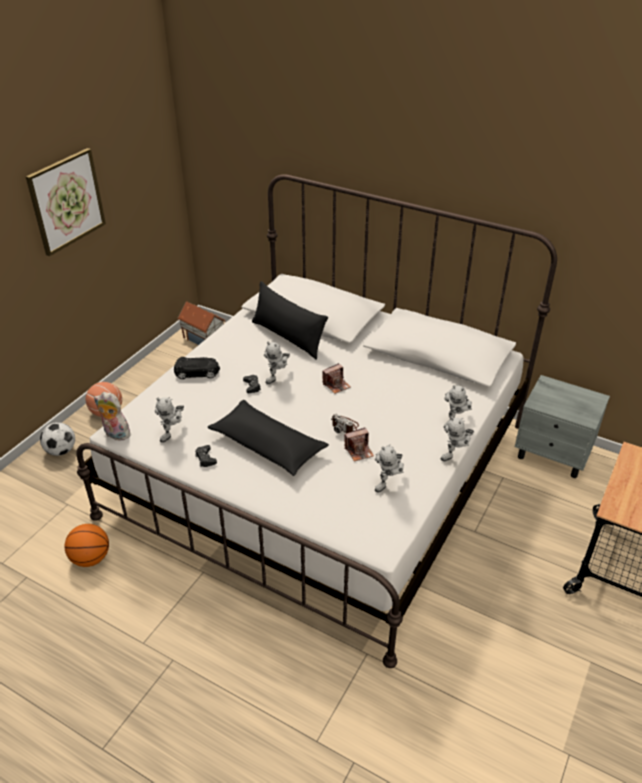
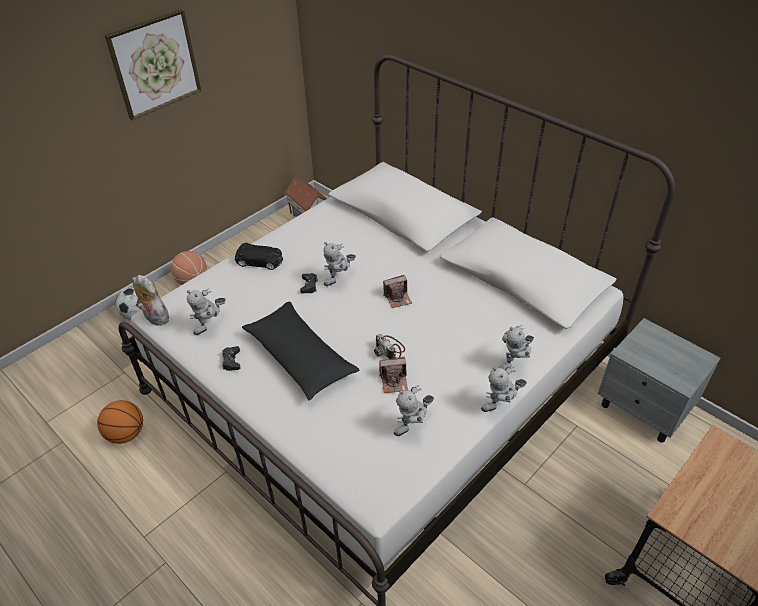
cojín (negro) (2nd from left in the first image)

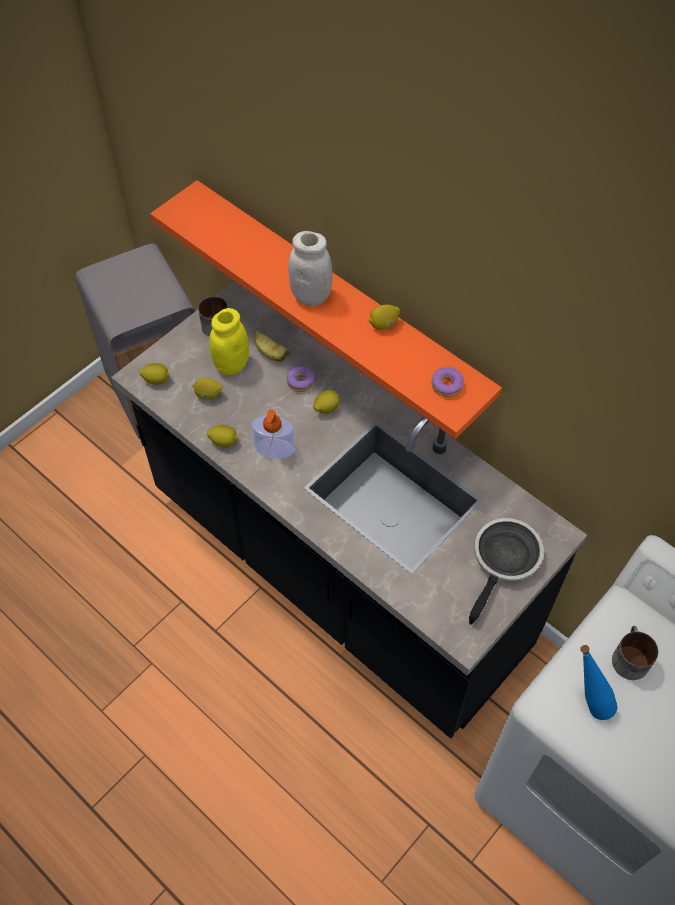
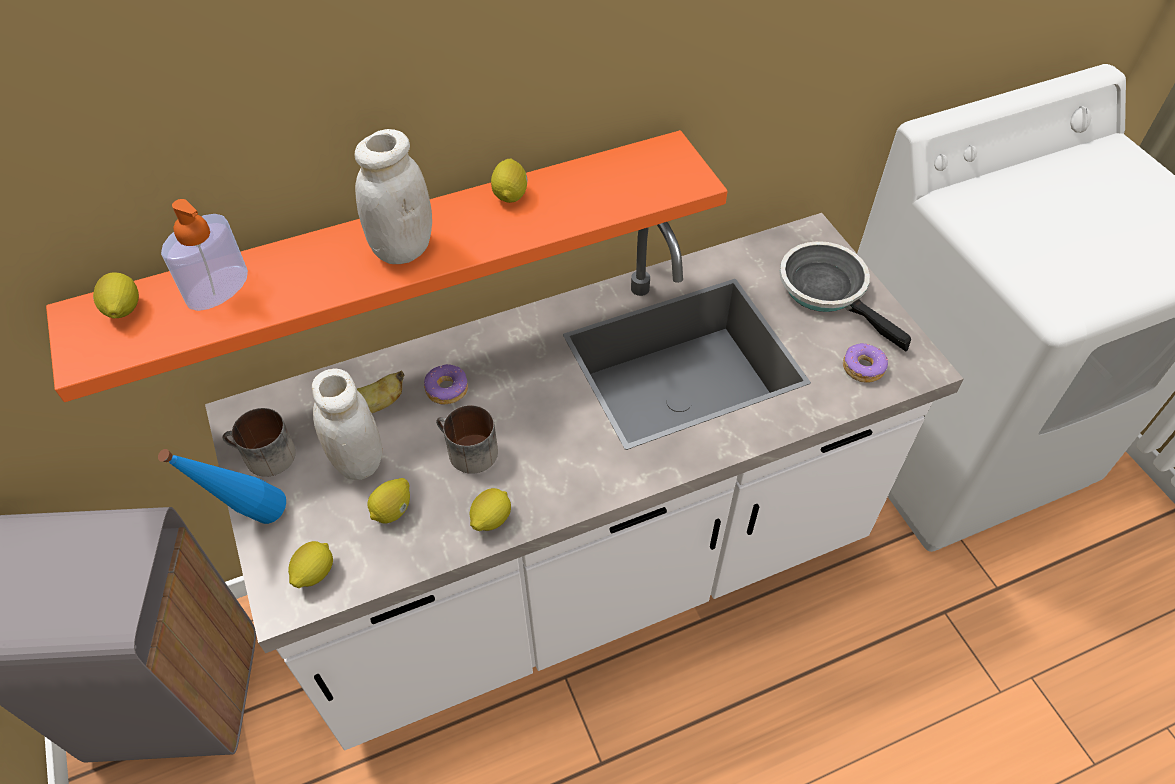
limón (1st from left); botella (azul); dispensador de jabón; mueble bajo de cocina (blanco); tarro (blanco) (1st from left); taza grande (2nd from left); rosquilla (2nd from left)

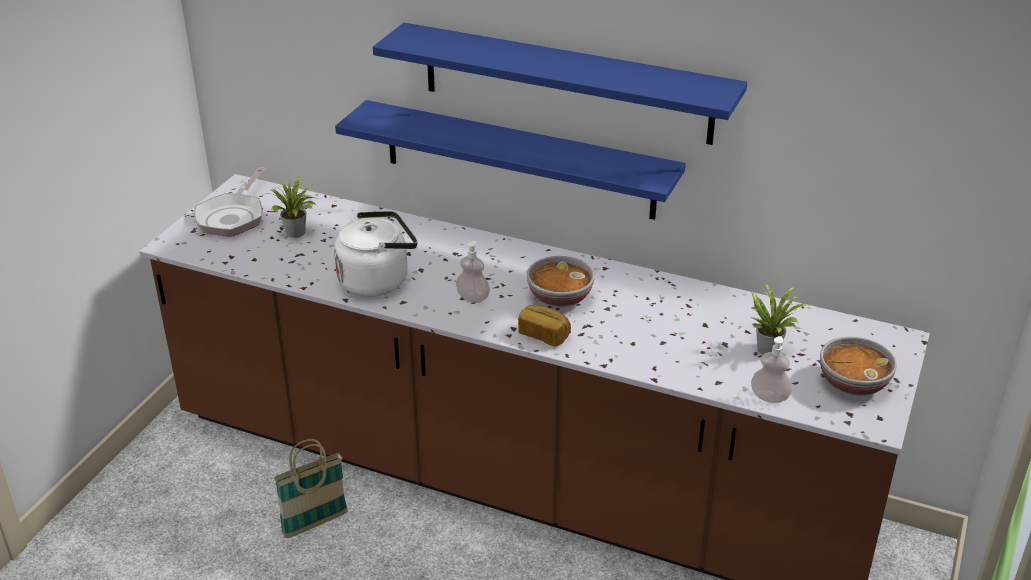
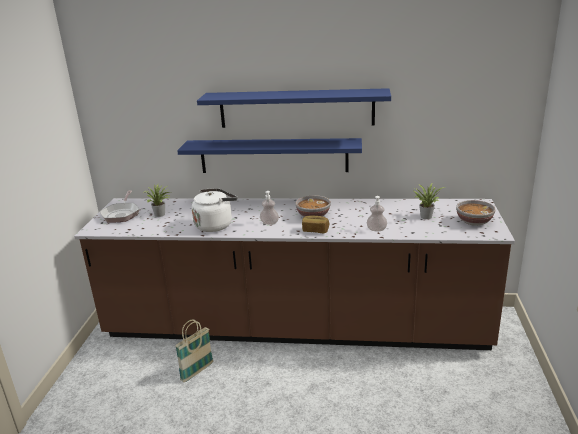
dispensador de jabón (2nd from left)

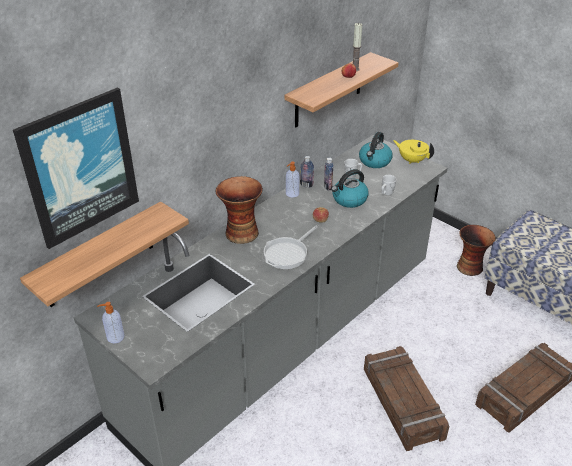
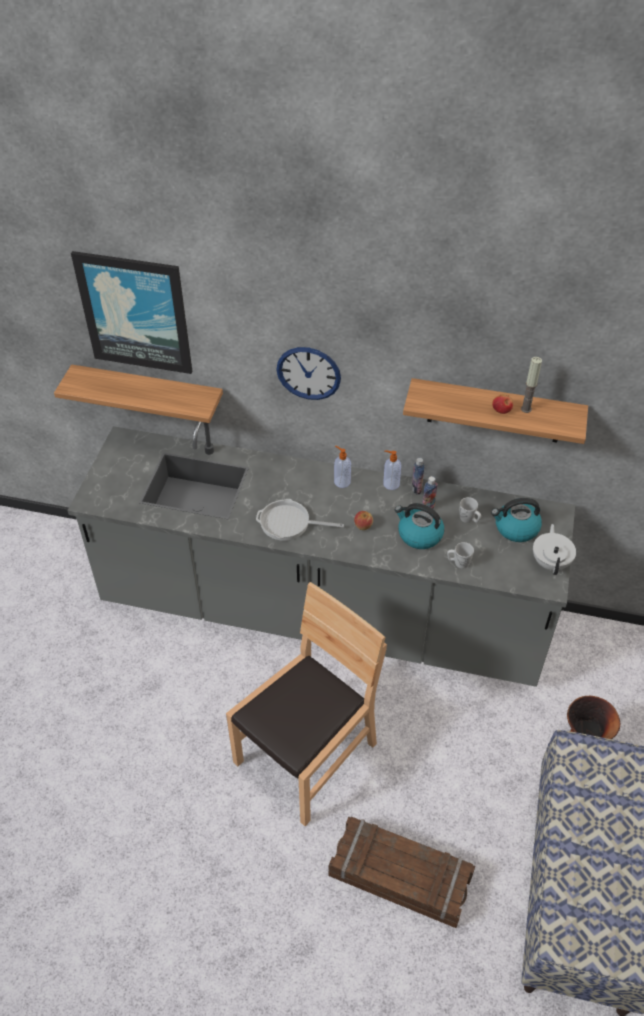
silla (marrón); reloj de pared; dispensador de jabón (1st from left); tetera (blanco); florero (1st from left in the first image)

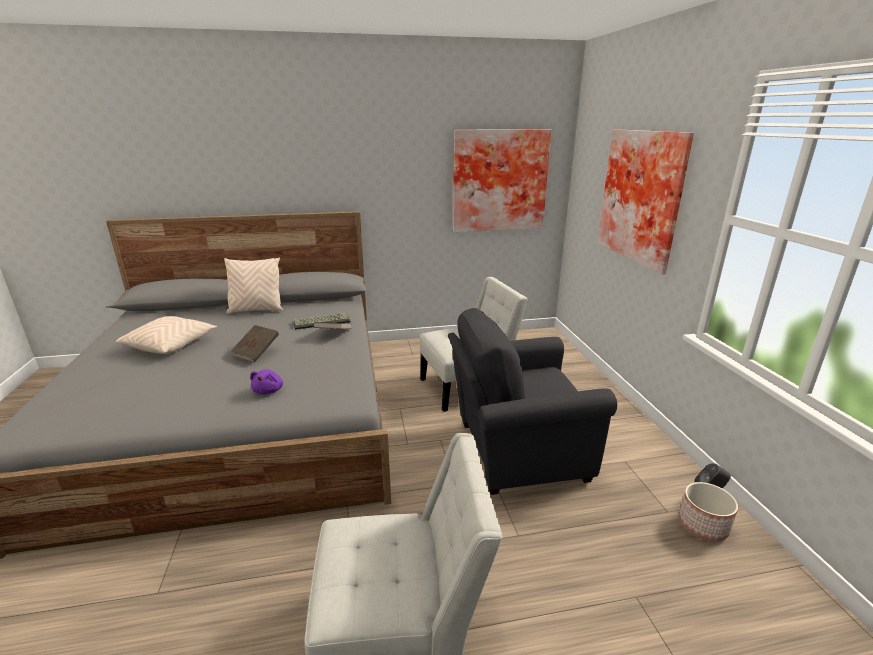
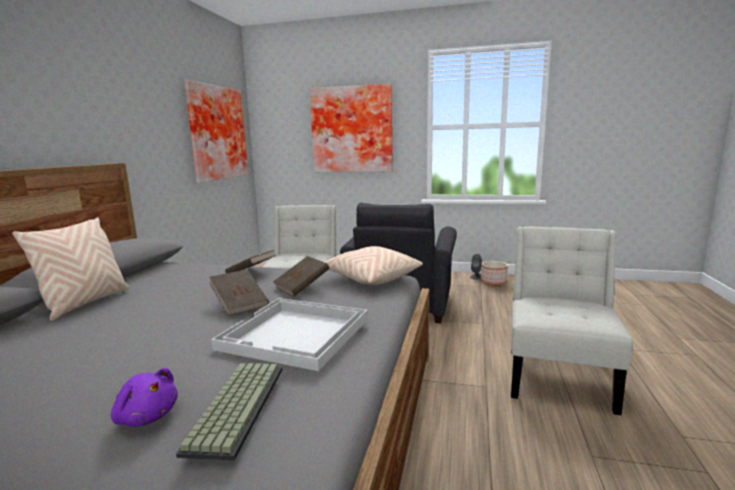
peluche (morado); teclado; bandeja (blanco); libro (marrón) (3rd from left); cojín (beis) (2nd from left)

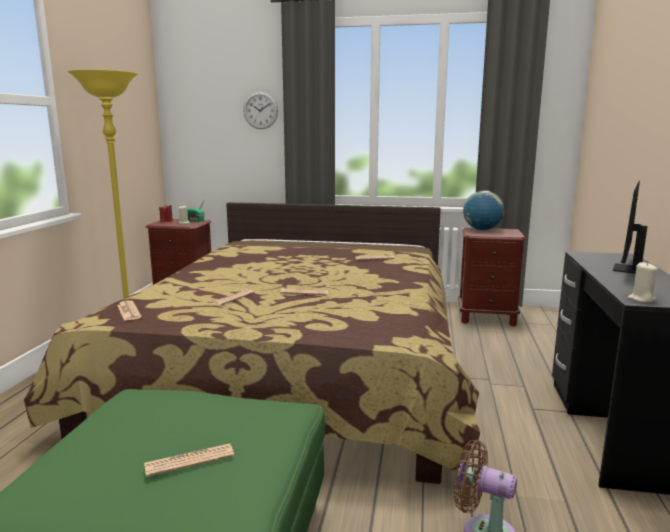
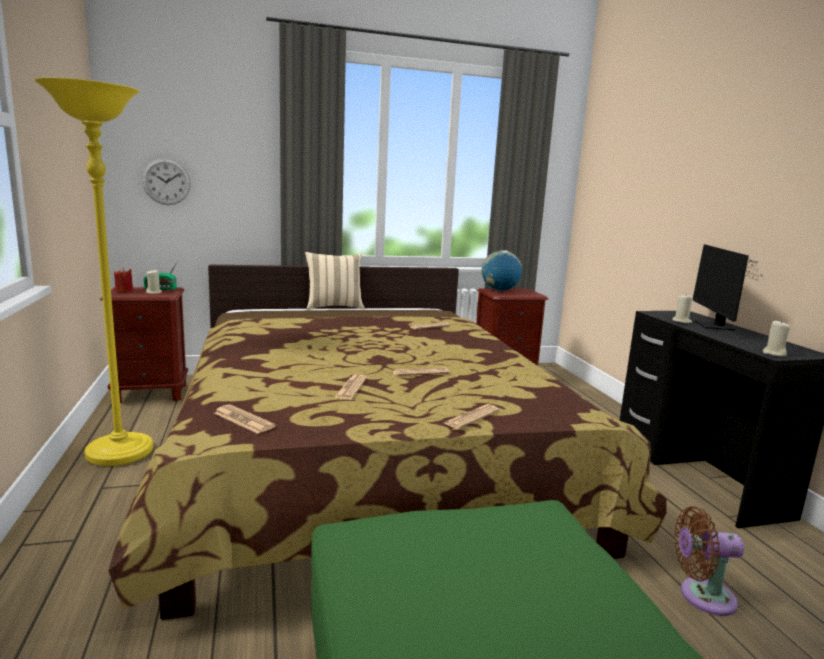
reloj de pared; cojín (beis); periódico (5th from left); vela (beis) (2nd from left)

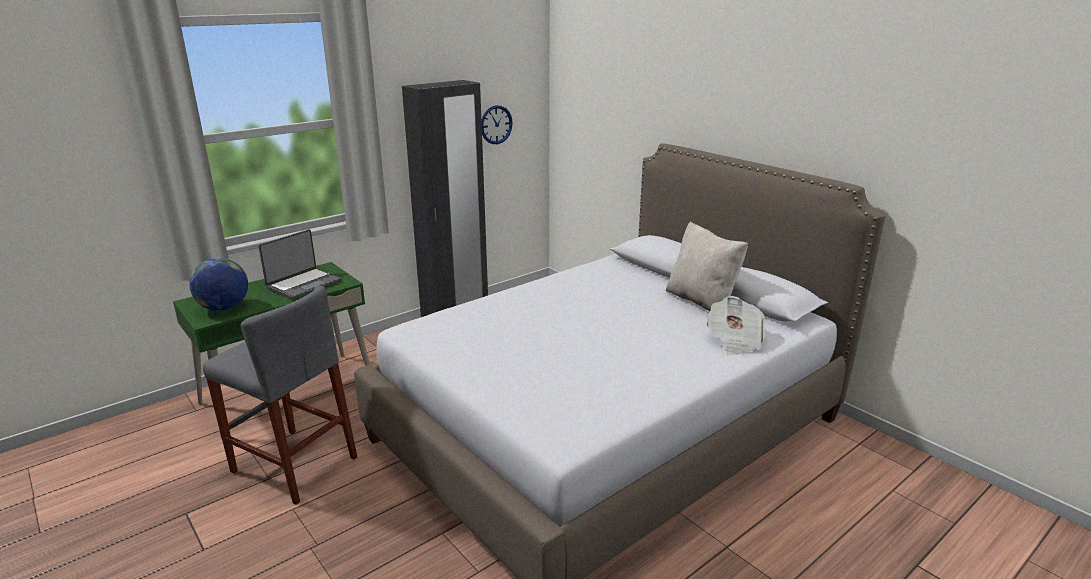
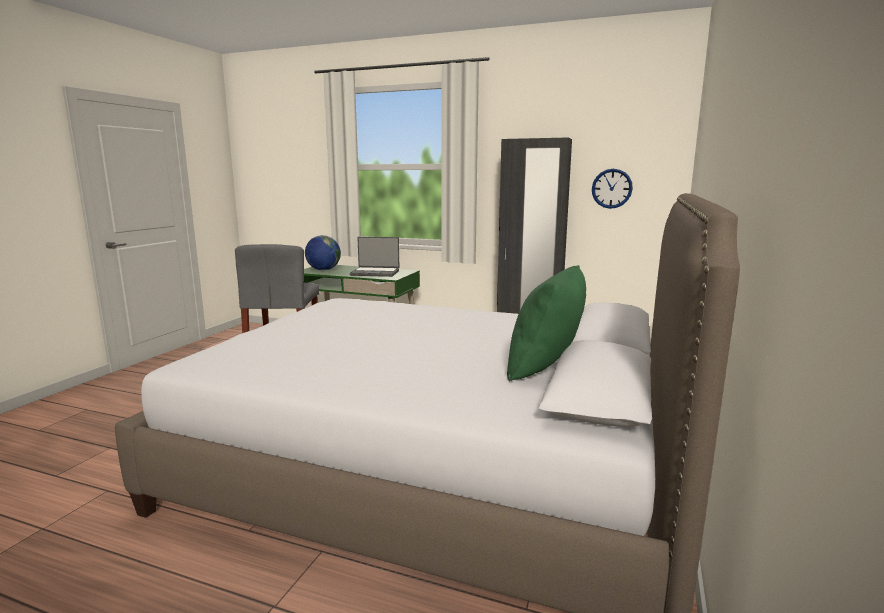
cojín (verde); periódico

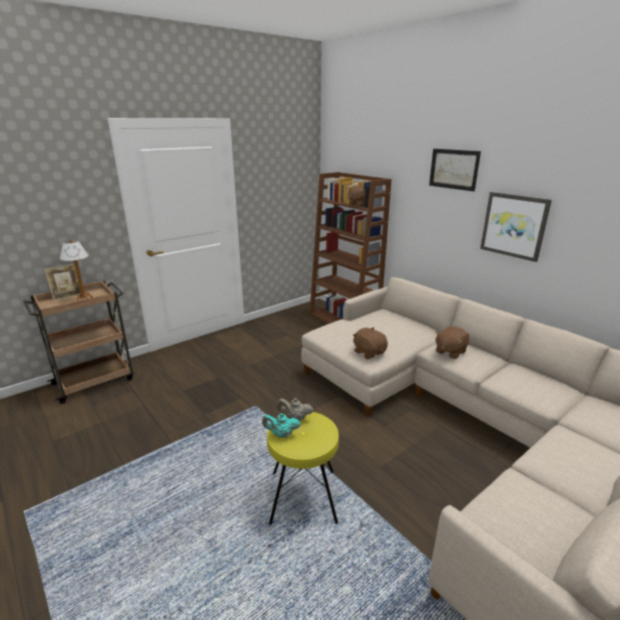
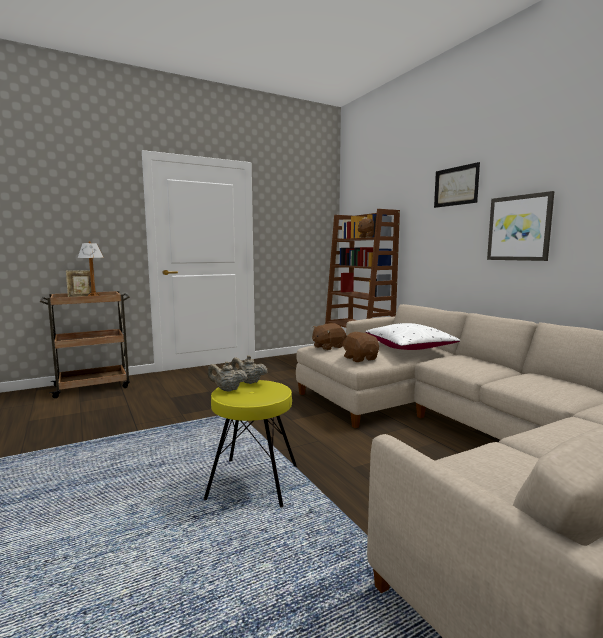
tetera (beis) (1st from left); peluche (marrón) (1st from left); cojín (blanco)

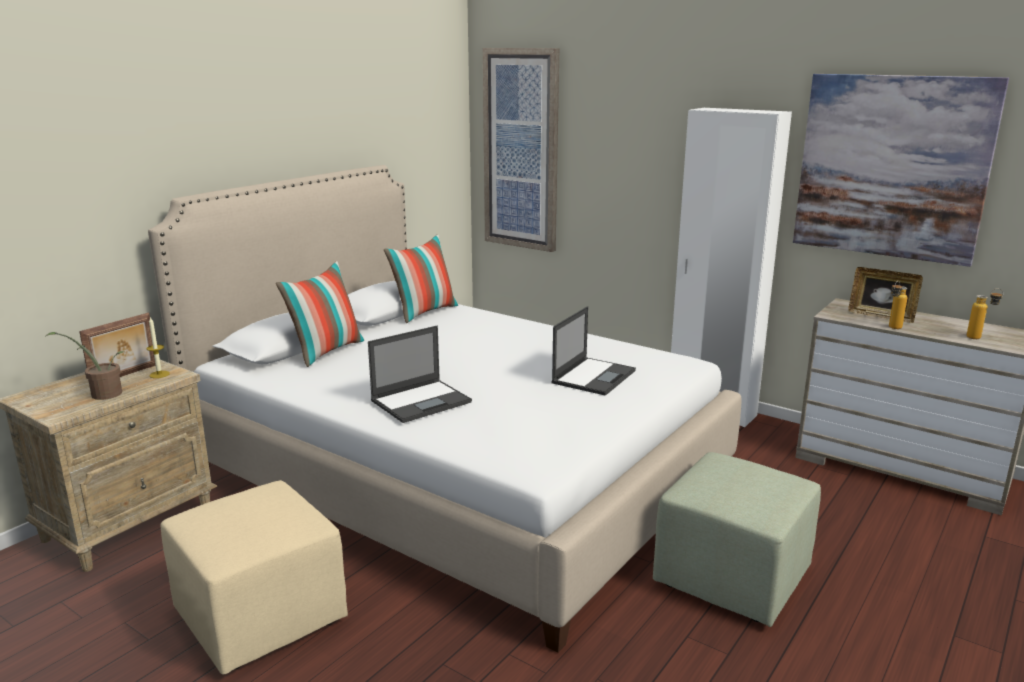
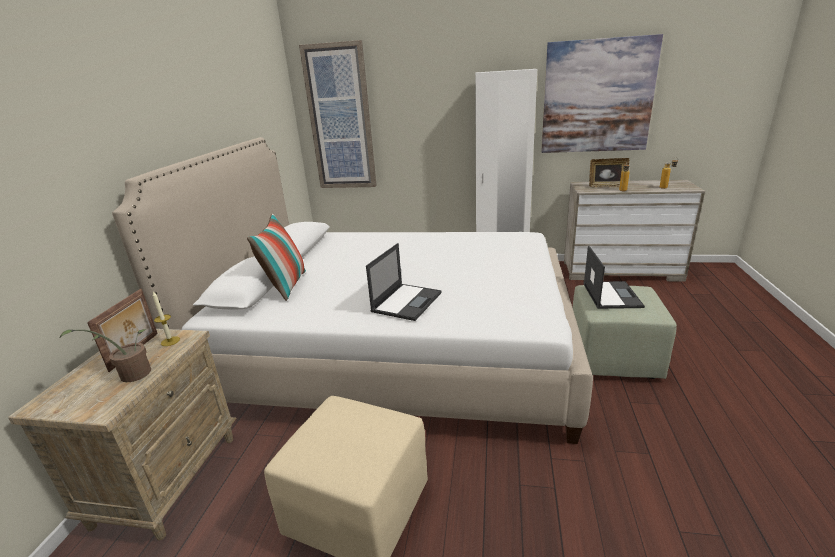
portátil (2nd from left); cojín (2nd from left in the first image)

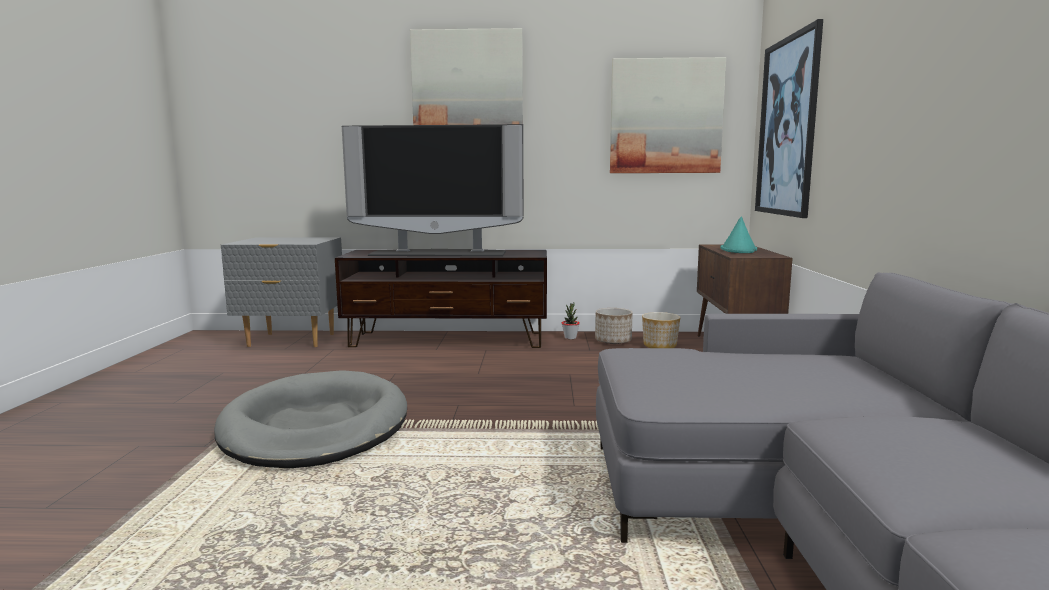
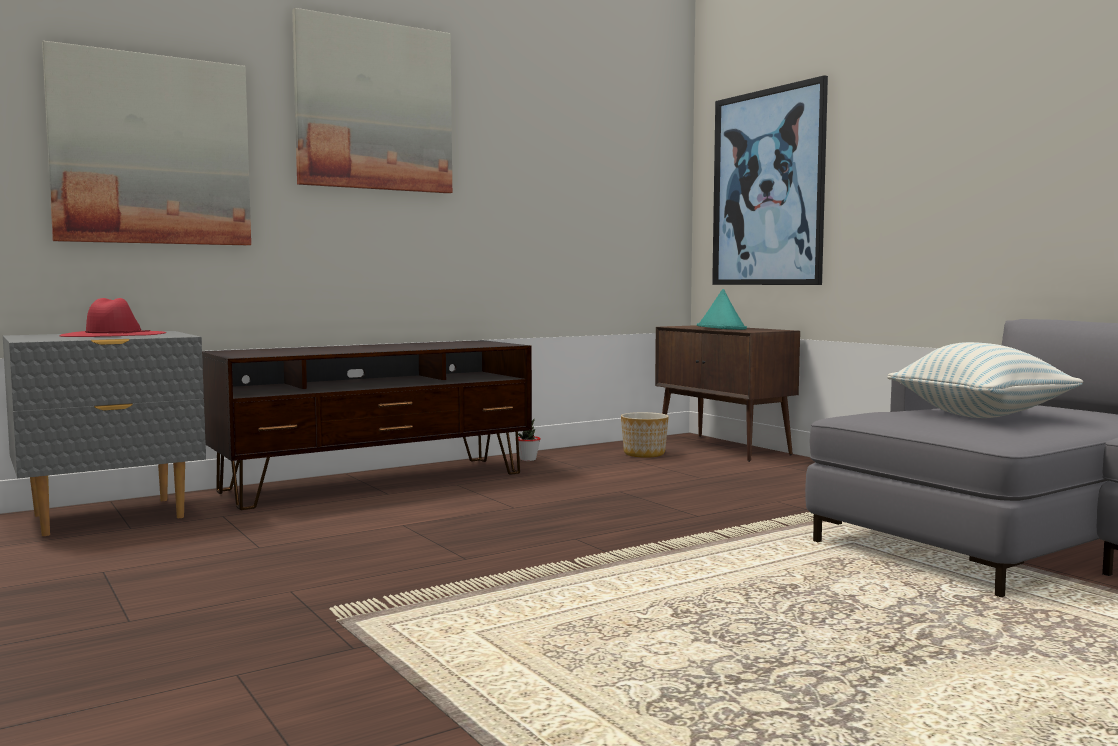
cuadro (1st from left); sombrero (rojo); cojín; cama para perro (gris); televisor; maceta (1st from left in the first image)

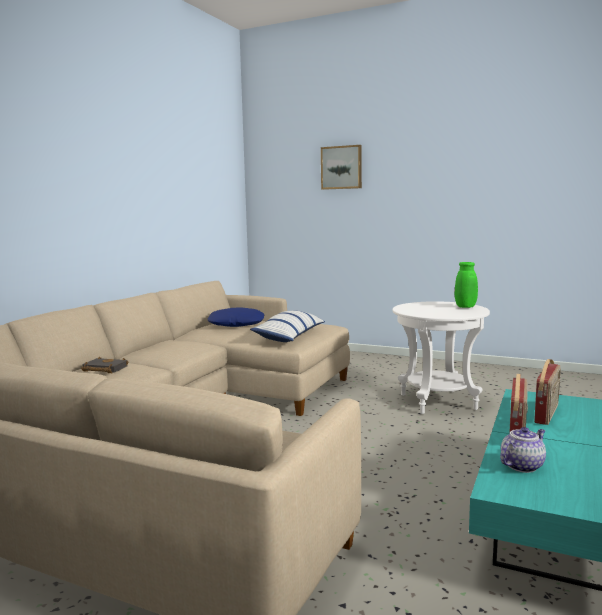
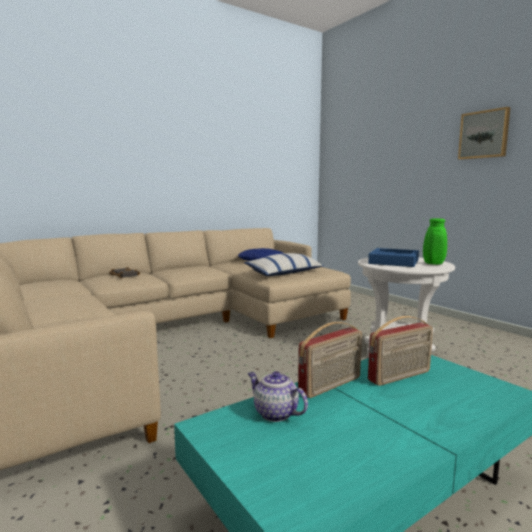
tetera; bandeja (azul); cuadro

